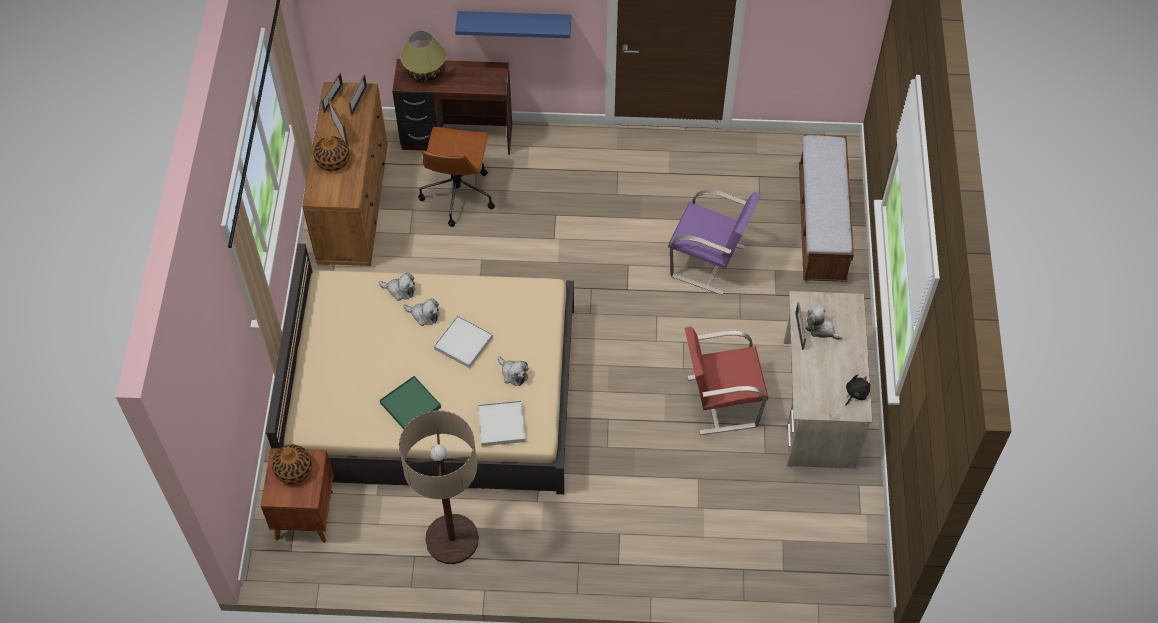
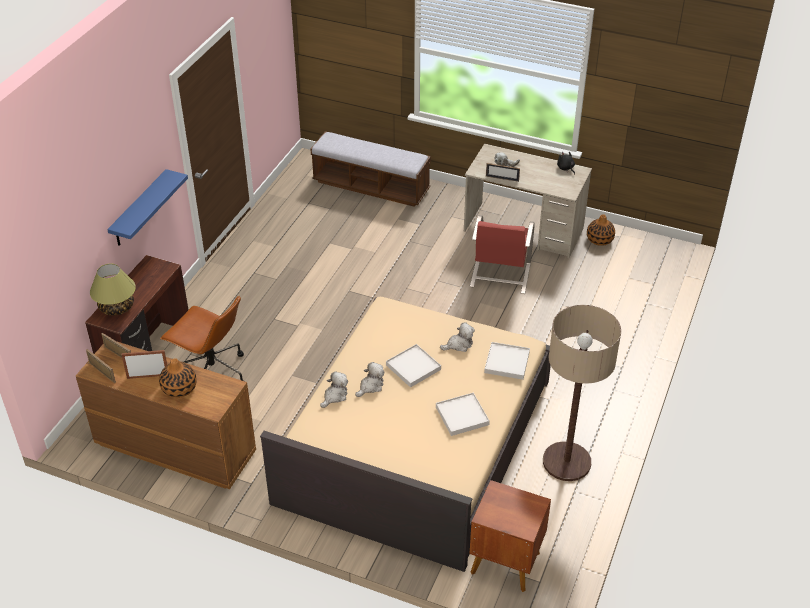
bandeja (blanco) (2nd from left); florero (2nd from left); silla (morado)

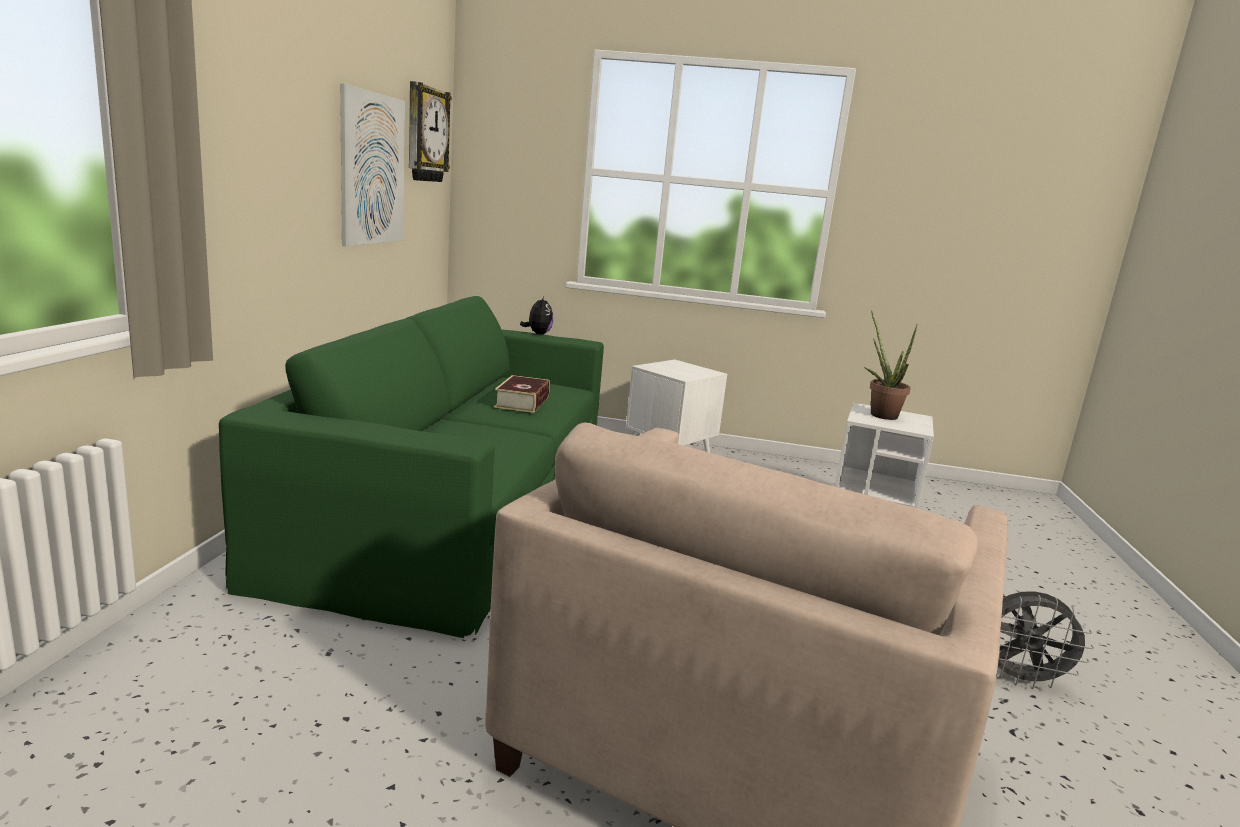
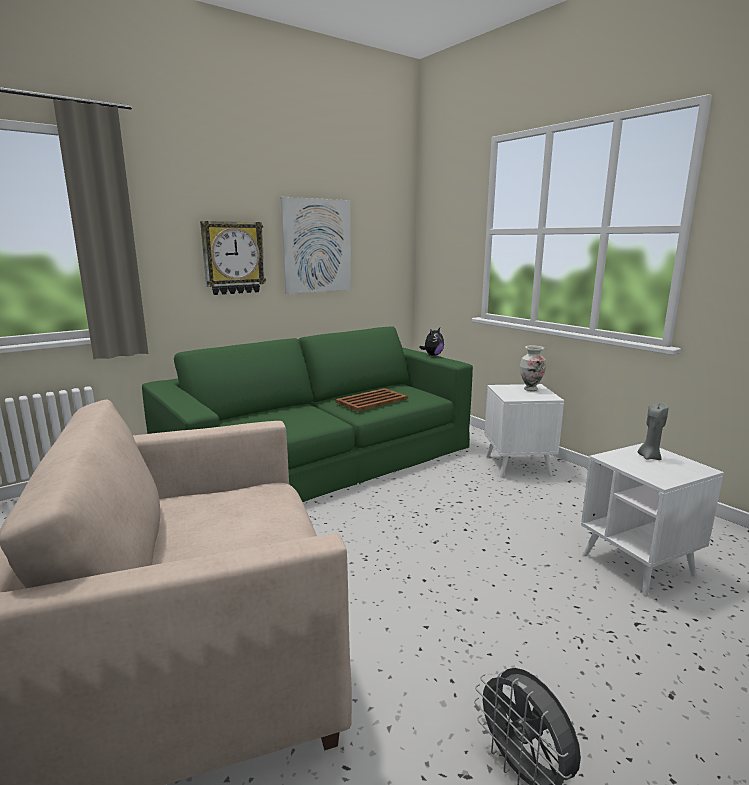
reloj de pared; bandeja (marrón); florero; vela (gris)

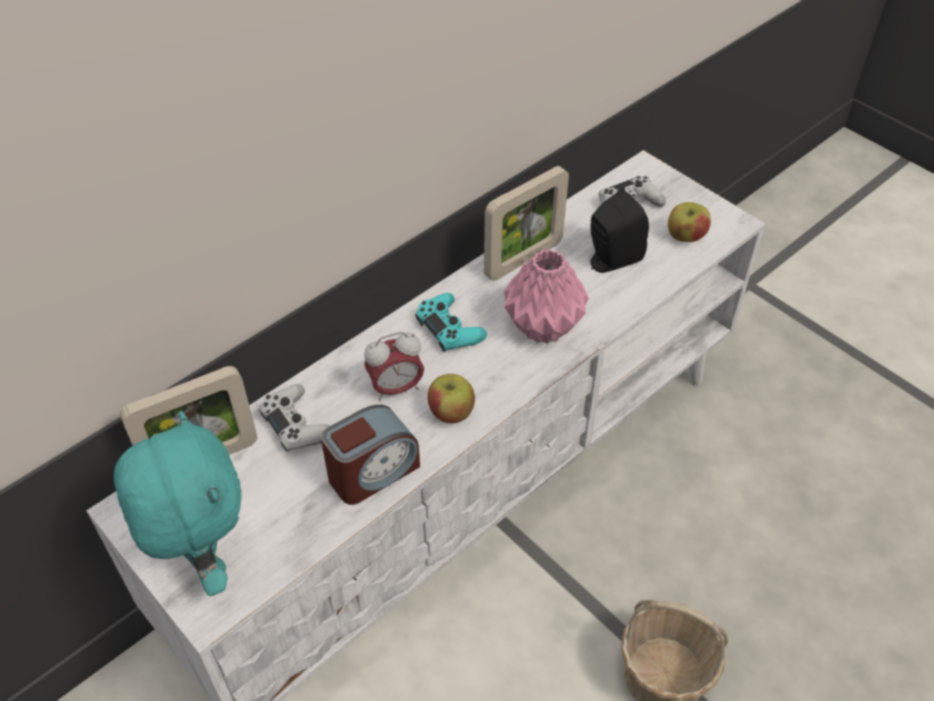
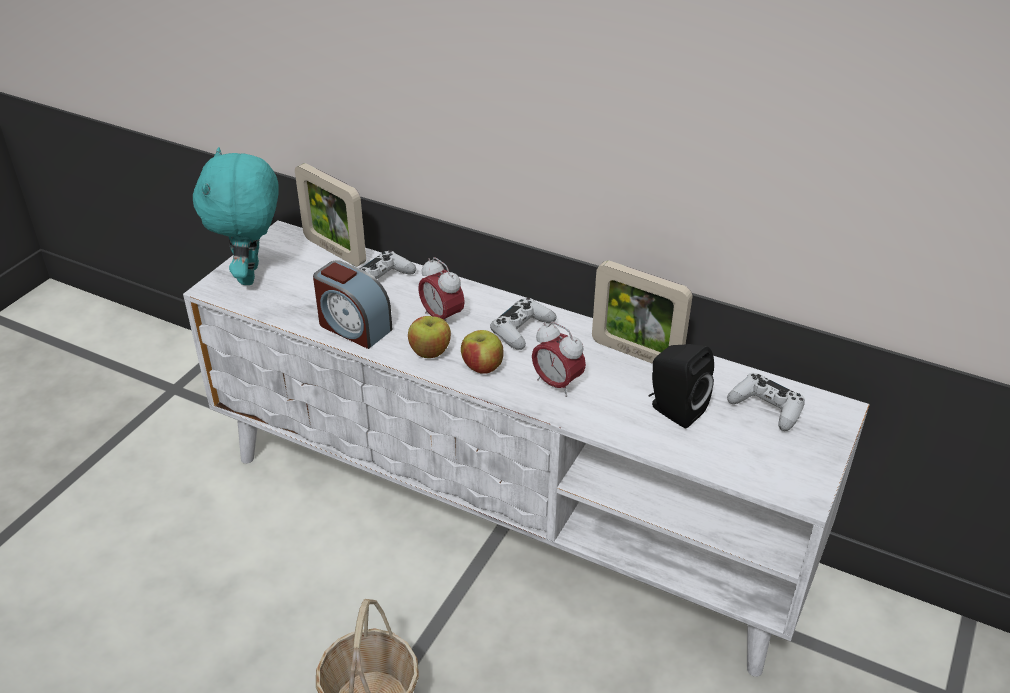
peluche (turquesa); manzana (2nd from left); mando de consola (blanco) (2nd from left); despertador (3rd from left)

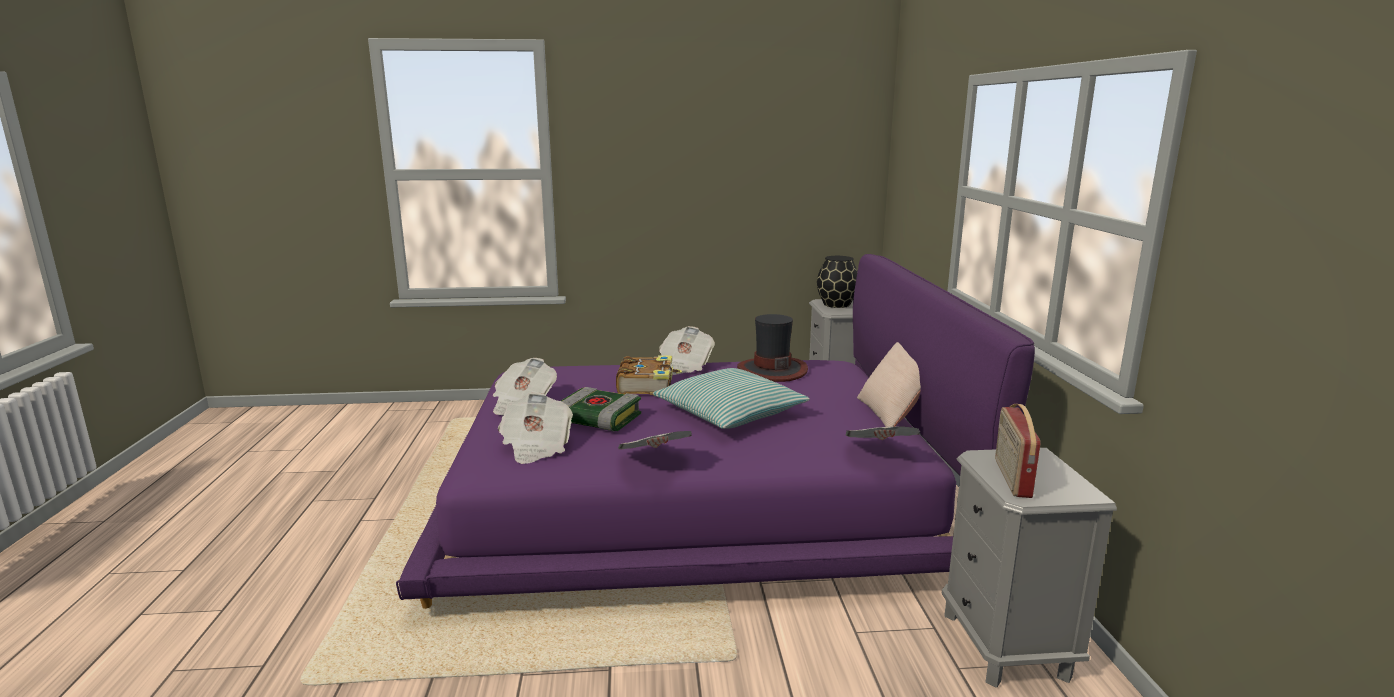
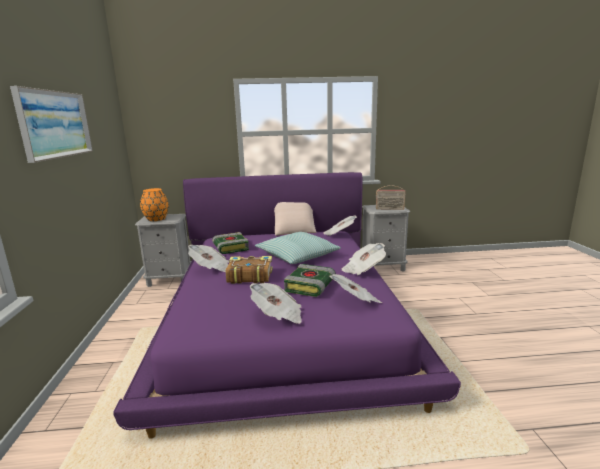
cuadro; florero (naranja); libro (1st from left)

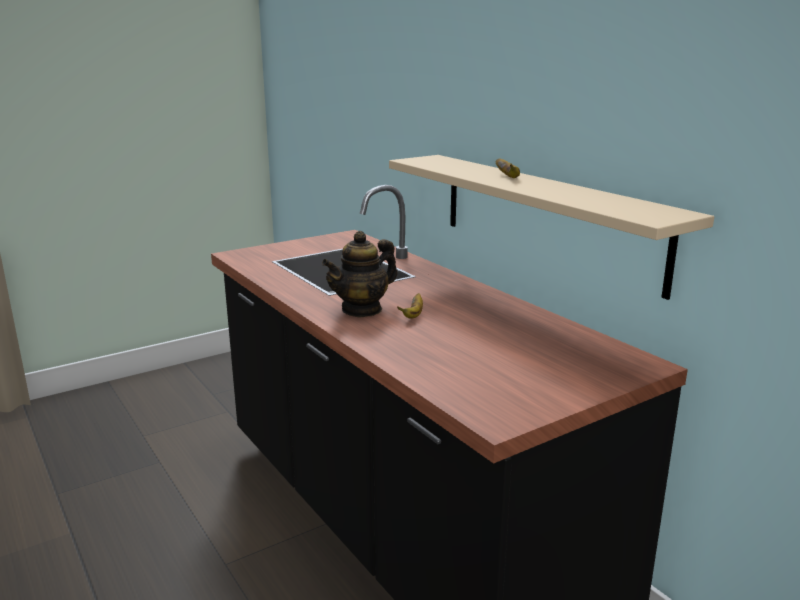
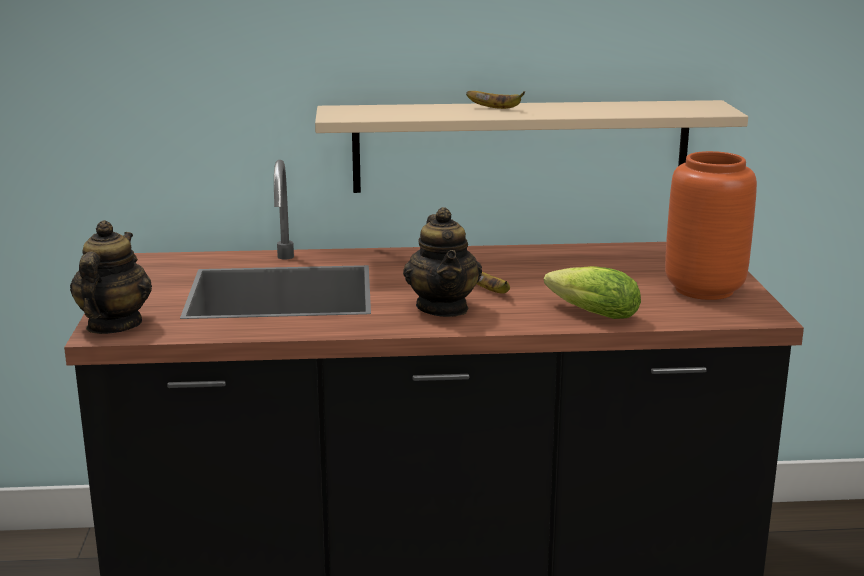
tetera (1st from left); lechuga; florero (naranja)

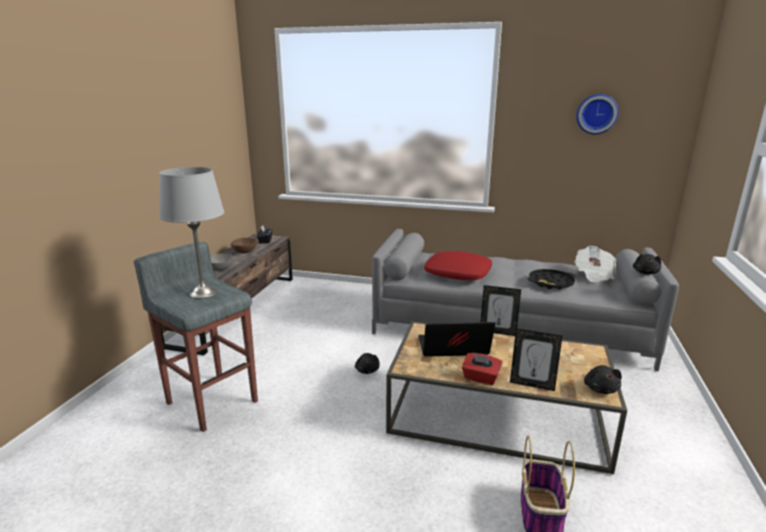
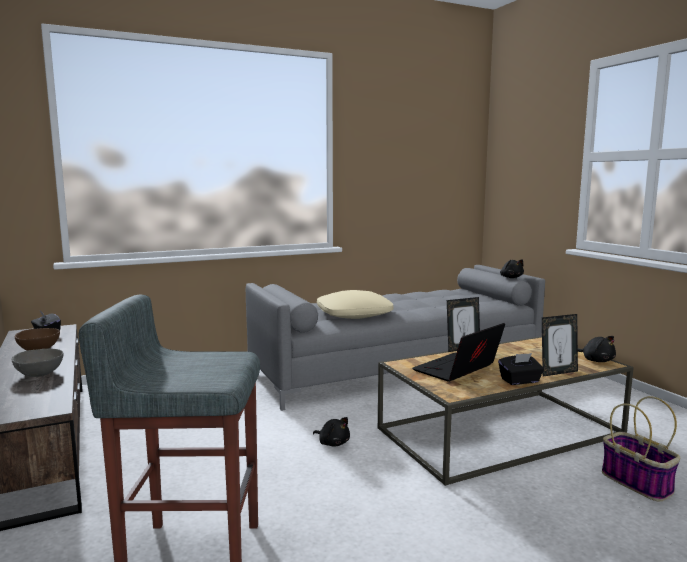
cojín (beis); caja de pañuelos (negro) (2nd from left); lámpara de mesa (gris); bandeja (negro); periódico; reloj de pared

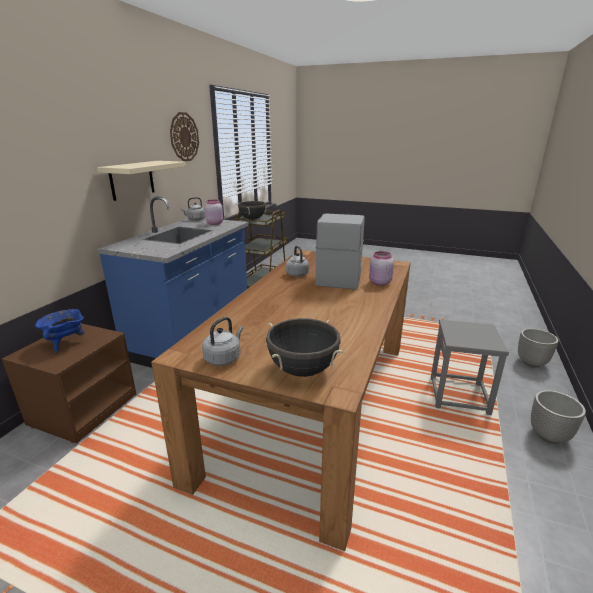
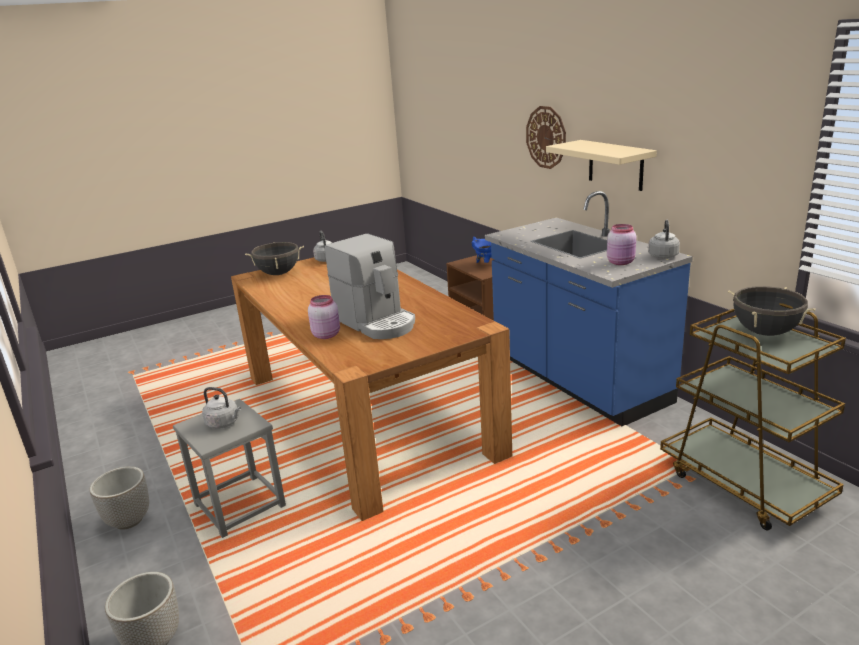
hervidor (gris) (1st from left); reloj de pared

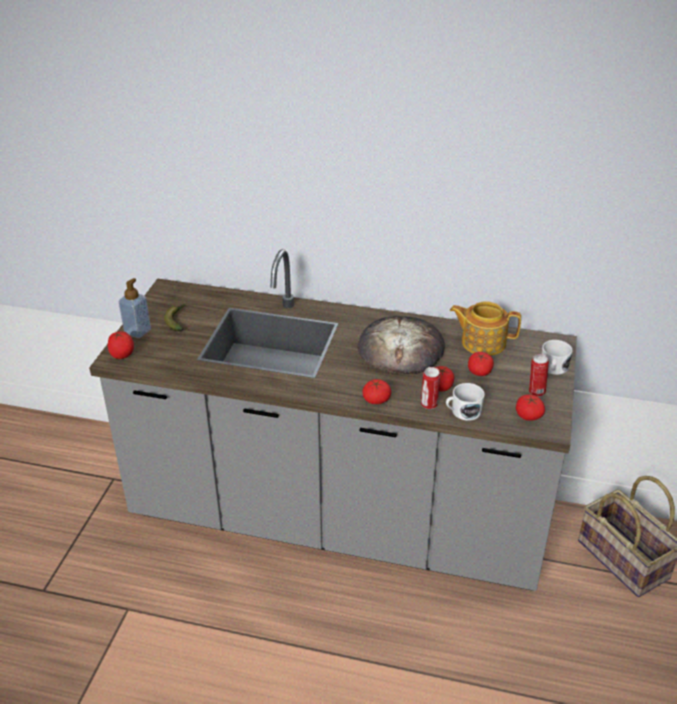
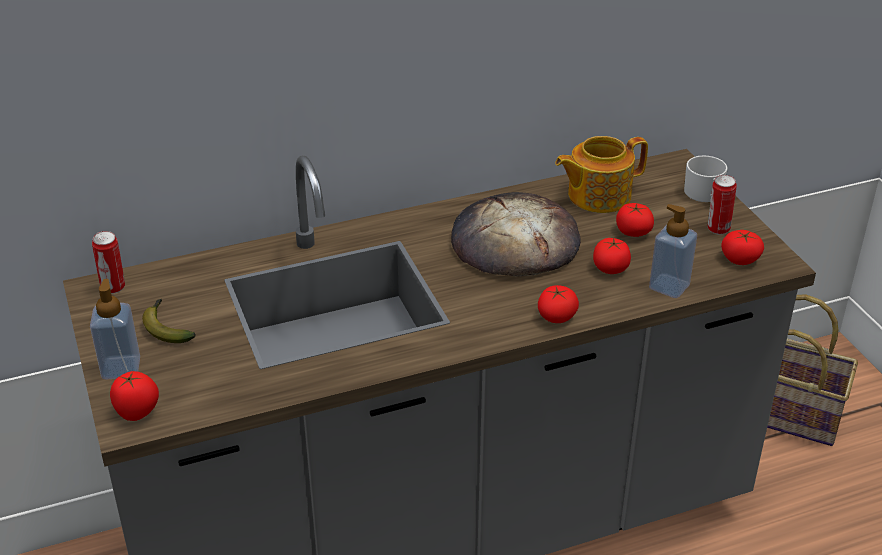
lata (1st from left); dispensador de jabón (2nd from left)

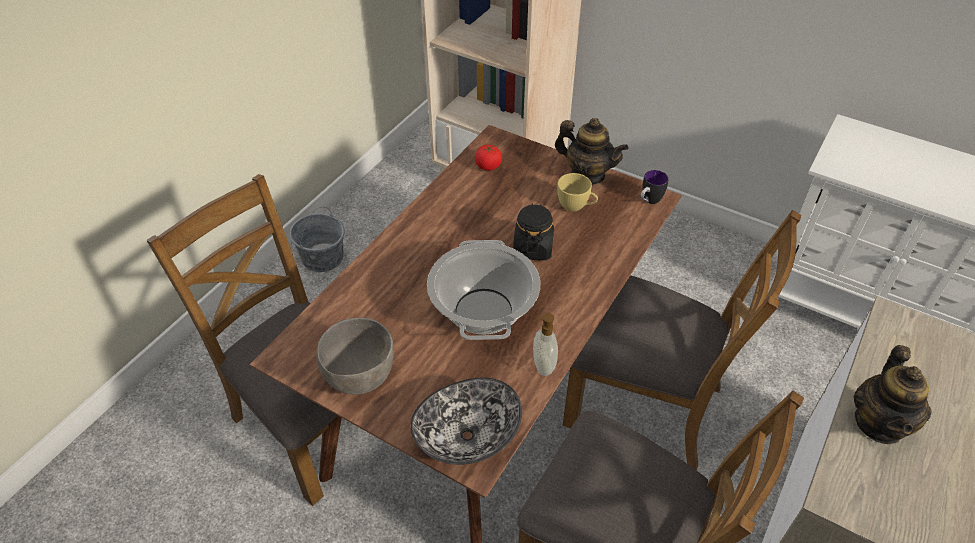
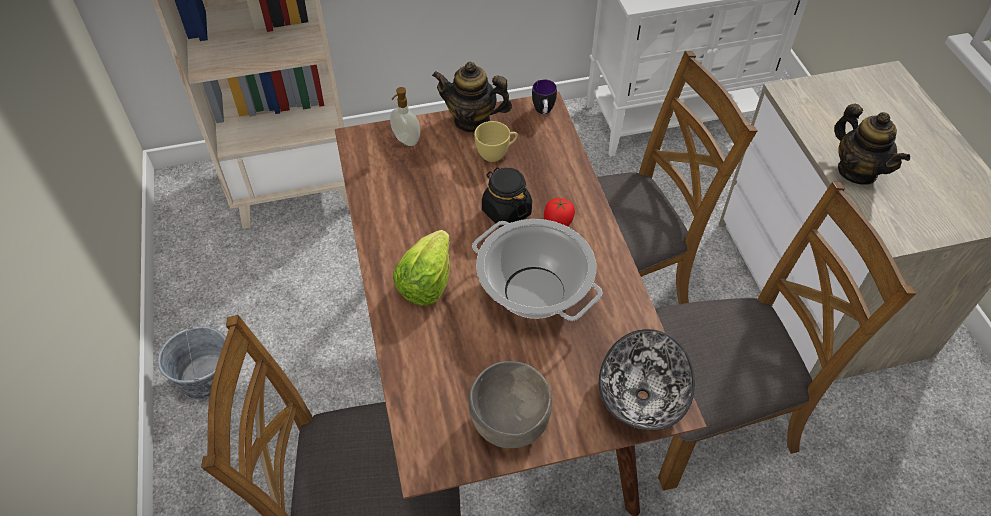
dispensador de jabón; lechuga; tetera (1st from left); tomate

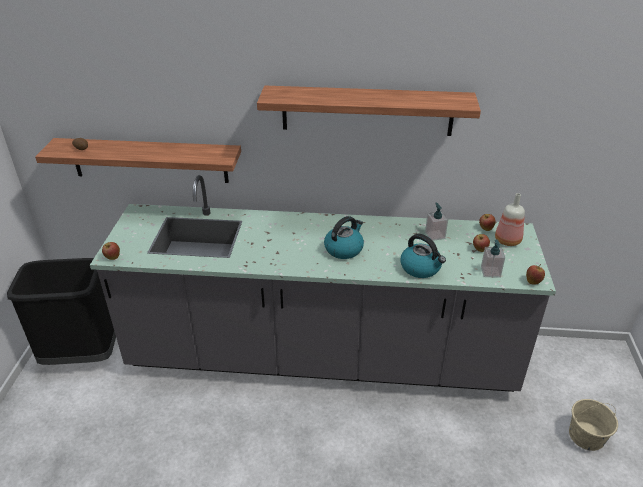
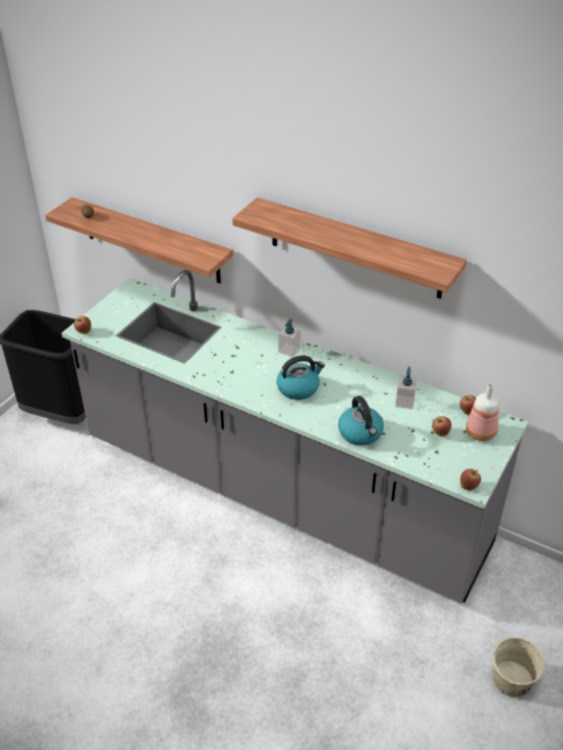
dispensador de jabón (1st from left)

